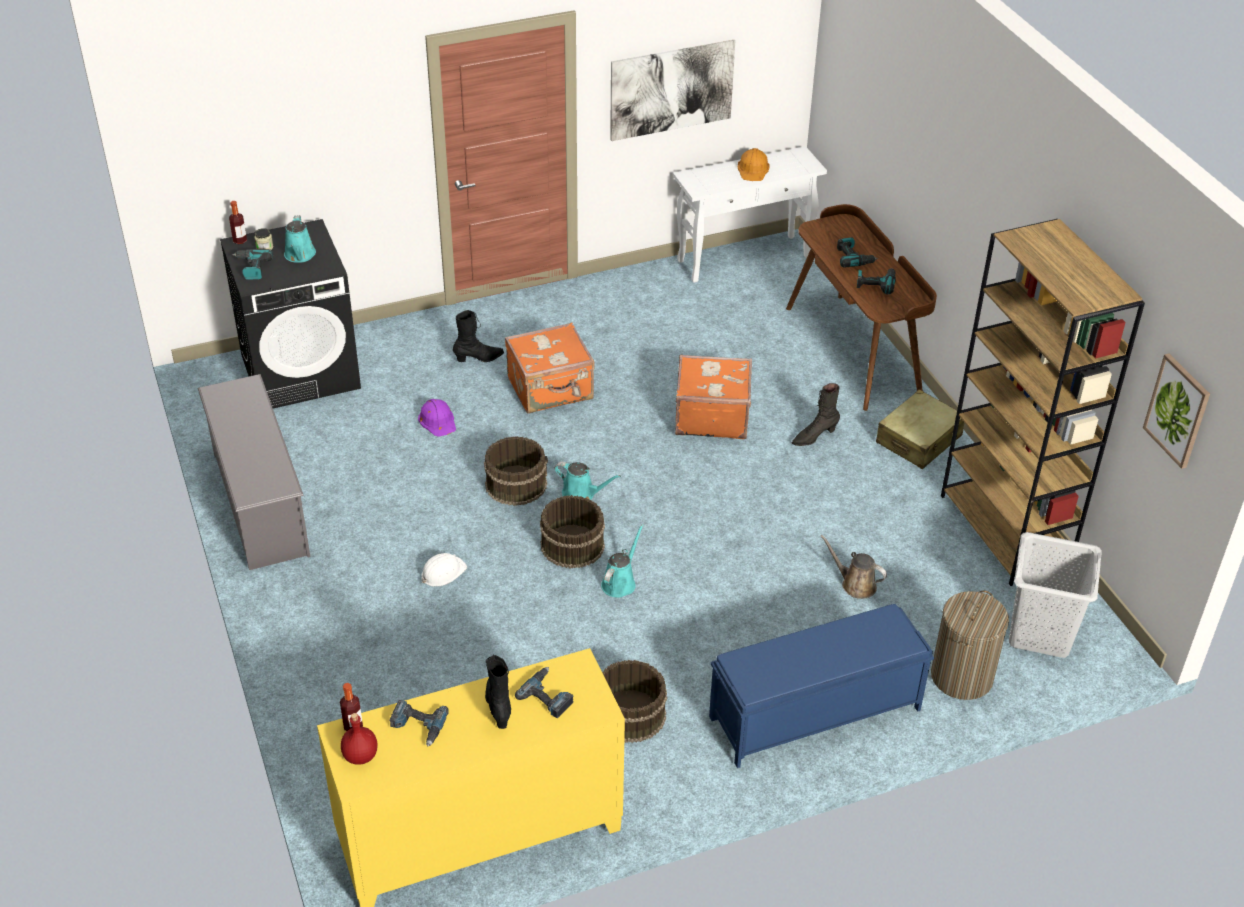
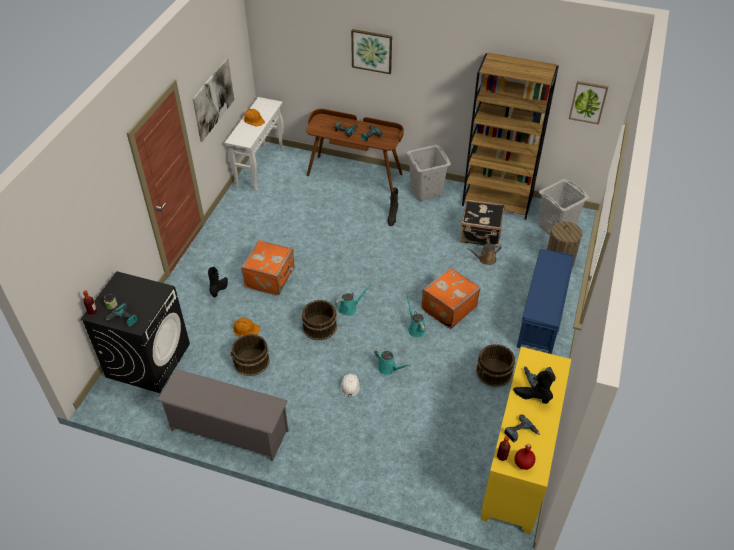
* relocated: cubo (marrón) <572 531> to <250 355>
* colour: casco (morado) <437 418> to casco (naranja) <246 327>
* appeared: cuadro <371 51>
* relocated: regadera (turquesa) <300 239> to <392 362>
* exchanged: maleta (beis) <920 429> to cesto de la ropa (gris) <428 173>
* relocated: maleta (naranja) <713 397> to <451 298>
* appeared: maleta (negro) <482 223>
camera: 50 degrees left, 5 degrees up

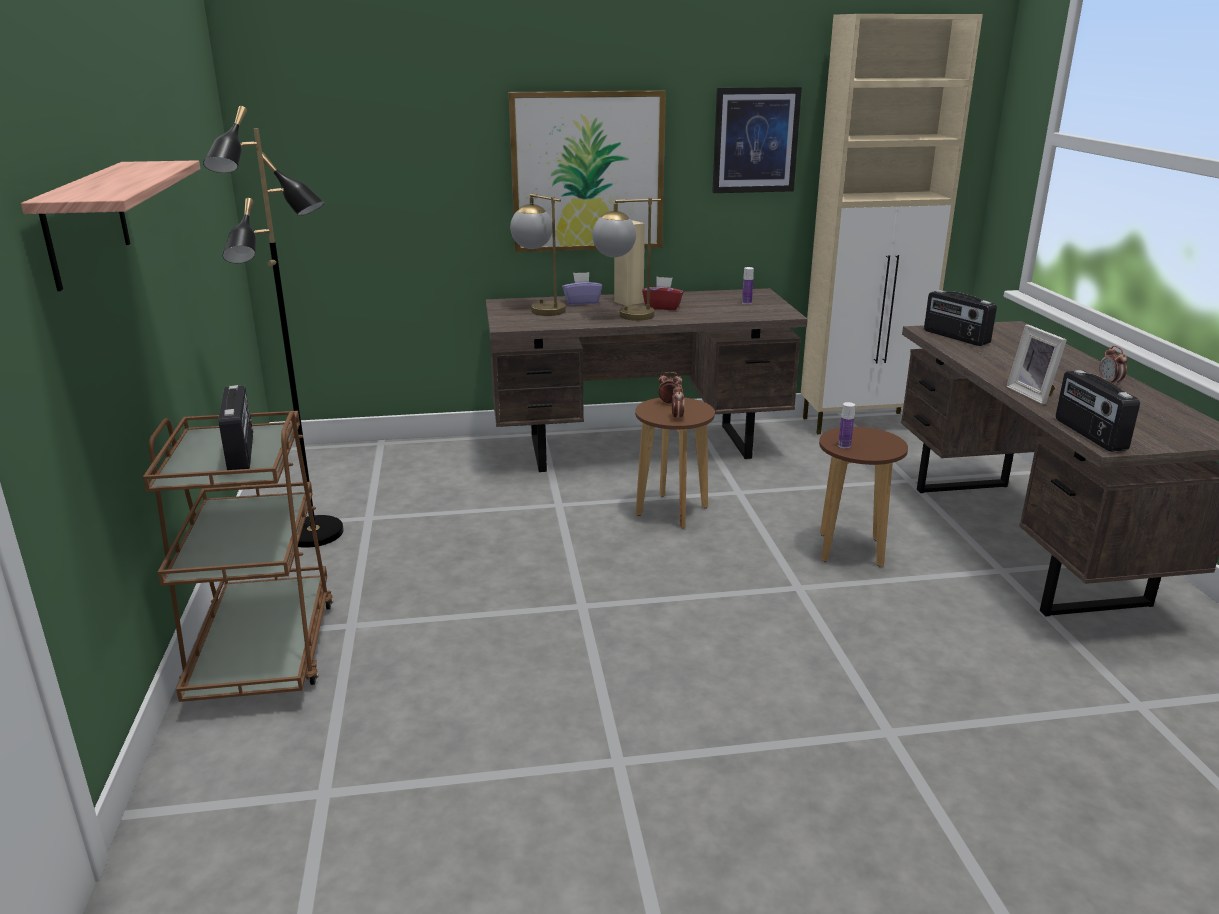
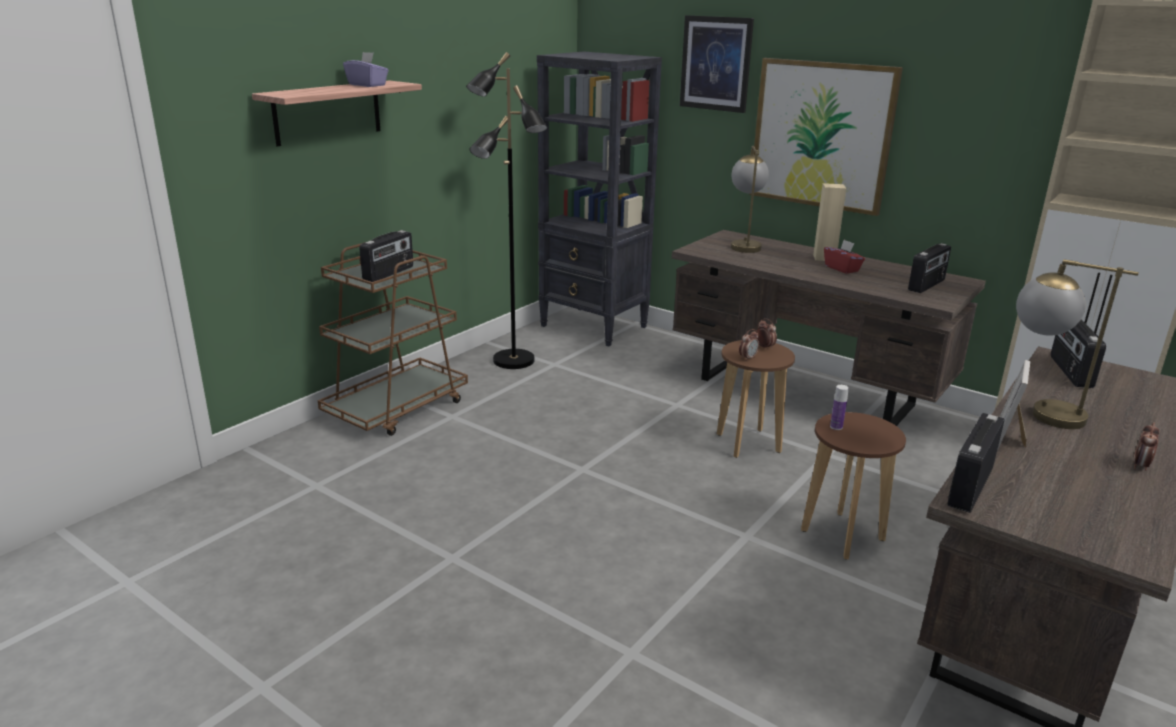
* relocated: caja de pañuelos (morado) <582 288> to <366 69>
* appeared: estantería (negro) <599 199>
* relocated: cuadro <757 140> to <717 64>
* exchanged: botella <748 285> to radio <929 268>
* relocated: lámpara de mesa <626 259> to <1077 344>
camera: 45 degrees right, 0 degrees up

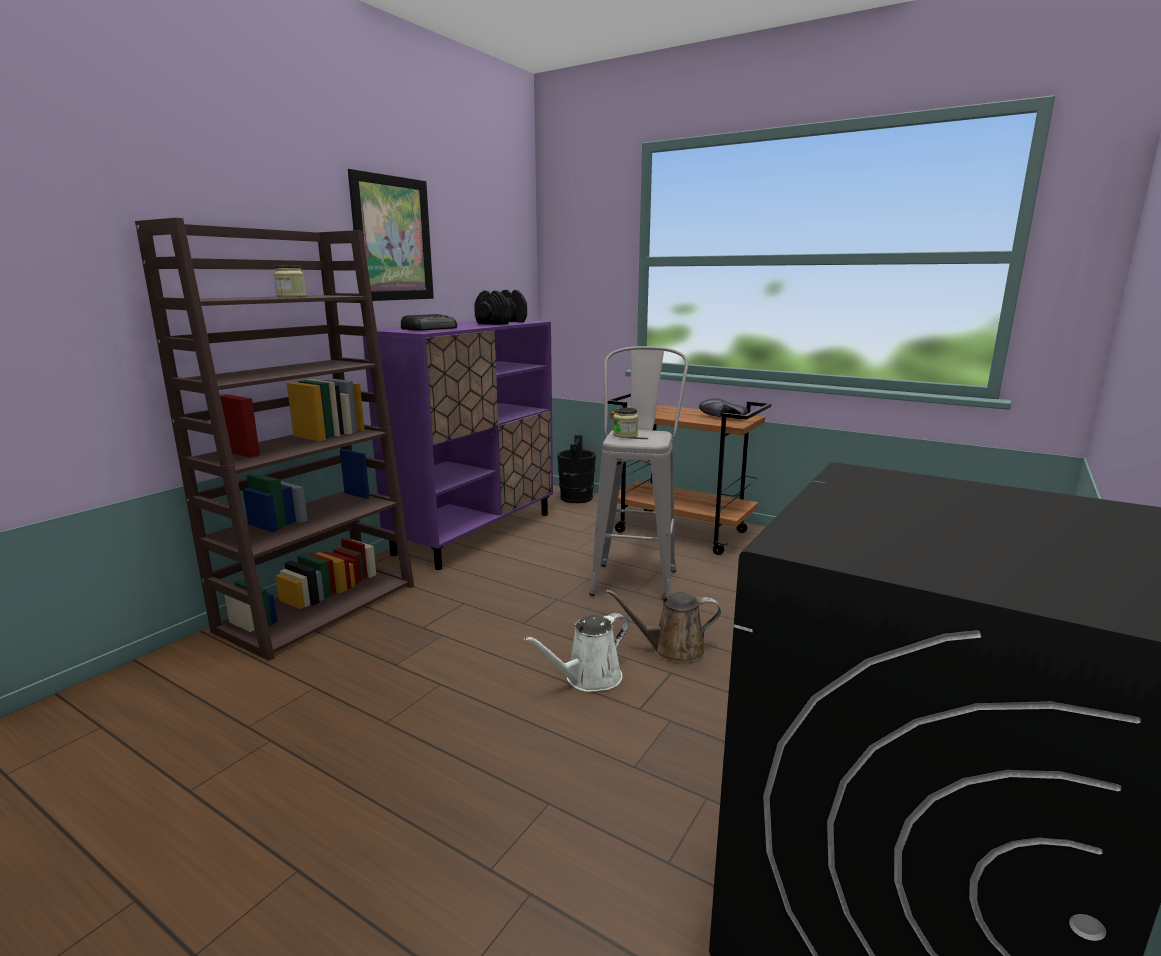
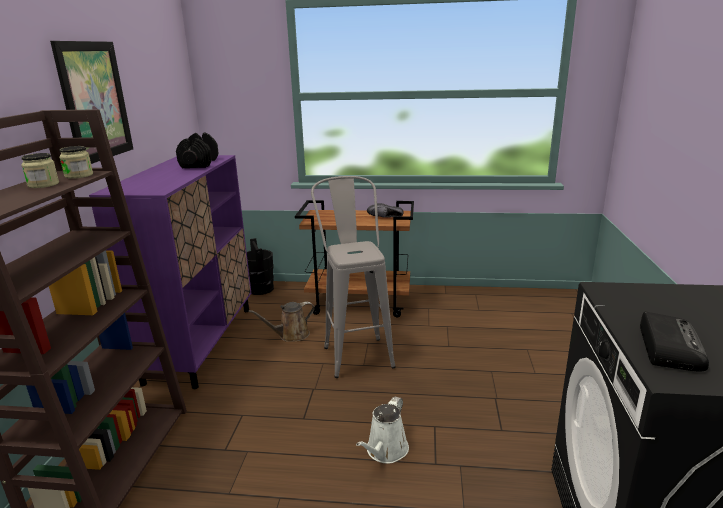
* relocated: tarro <625 422> to <76 162>
* relocated: regadera (marrón) <663 626> to <281 321>
* relocated: radio <429 322> to <674 341>
camera: 25 degrees left, 5 degrees up

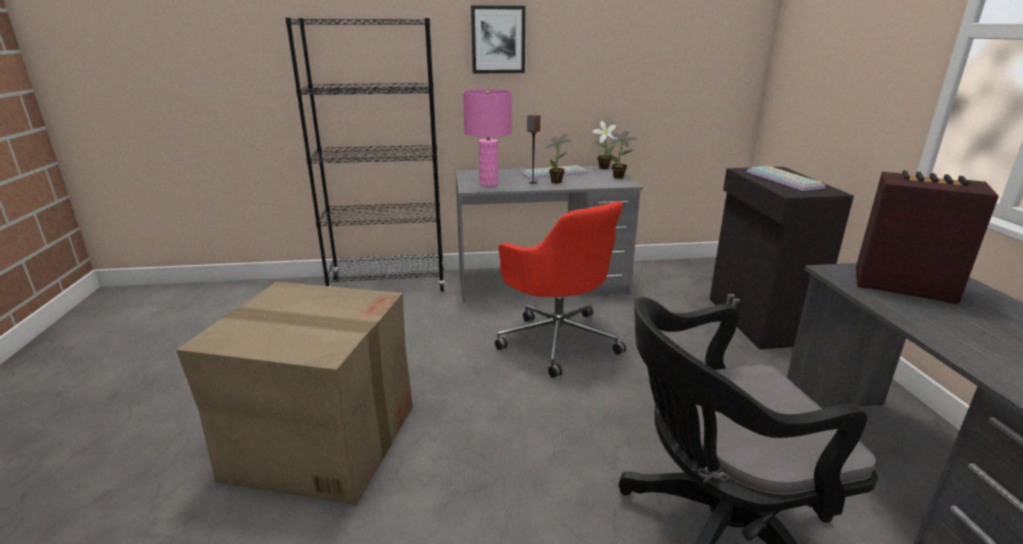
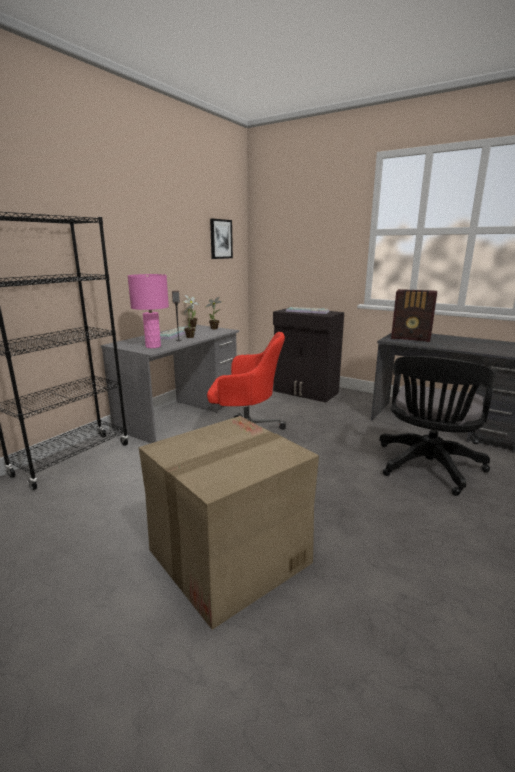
* relocated: cuadro <498 40> to <221 238>
* spun: radio <927 237> = <414 315> 135 degrees counterclockwise
camera: 50 degrees left, 5 degrees down

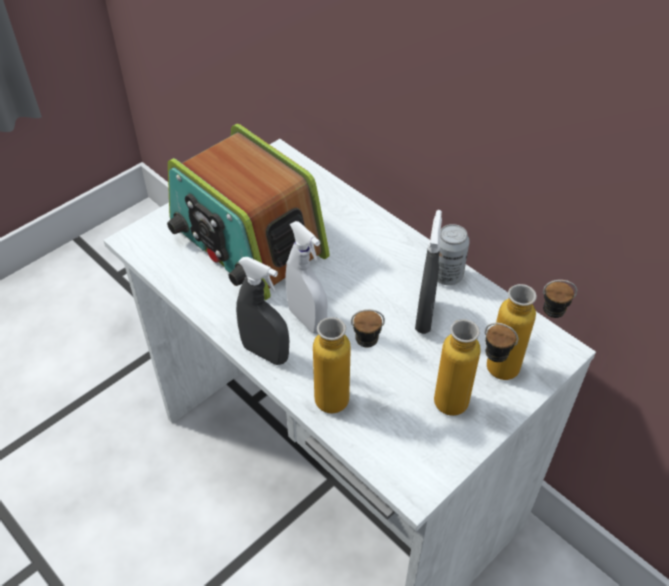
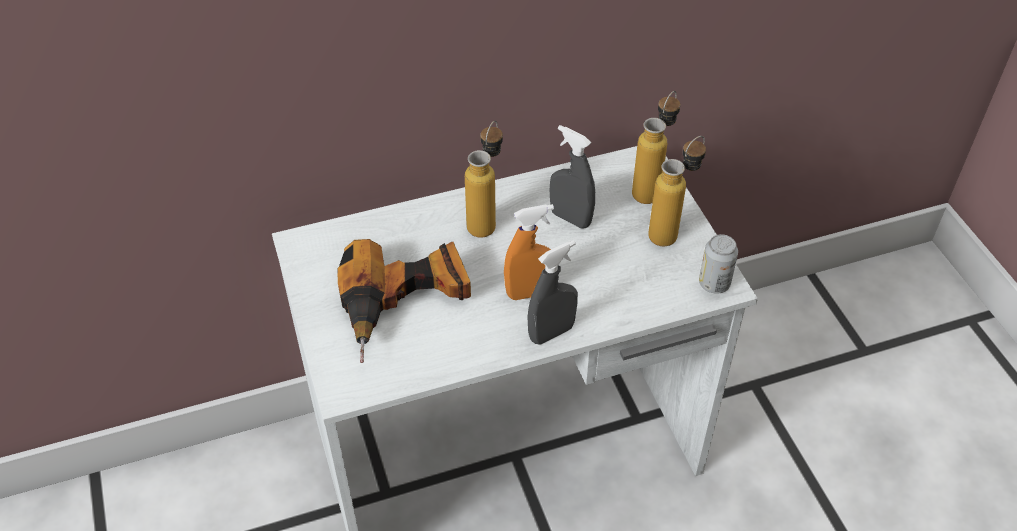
* exchanged: radio <248 211> to taladro <404 301>
* relocated: botella <349 361> to <484 179>
* colour: pulverizador (blanco) <306 277> to pulverizador (naranja) <529 252>
* relocated: lata <453 254> to <718 264>
camera: 65 degrees left, 0 degrees up

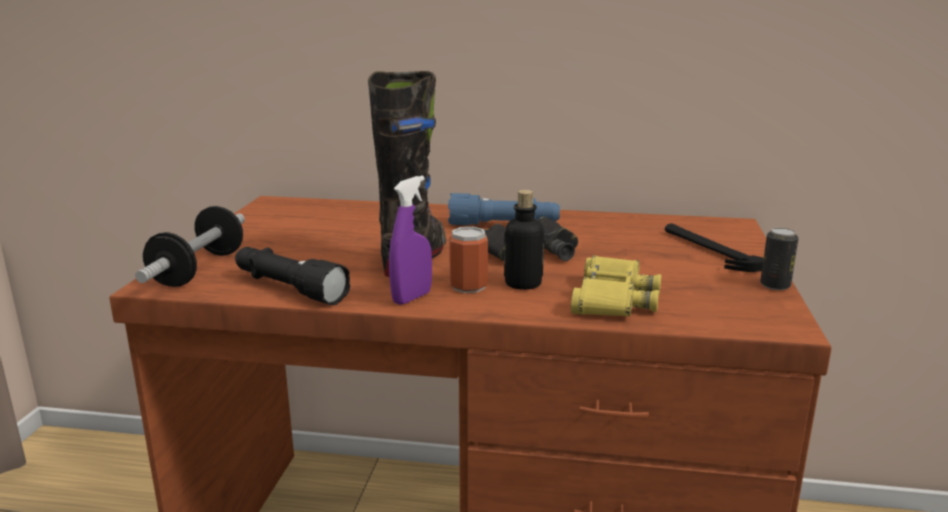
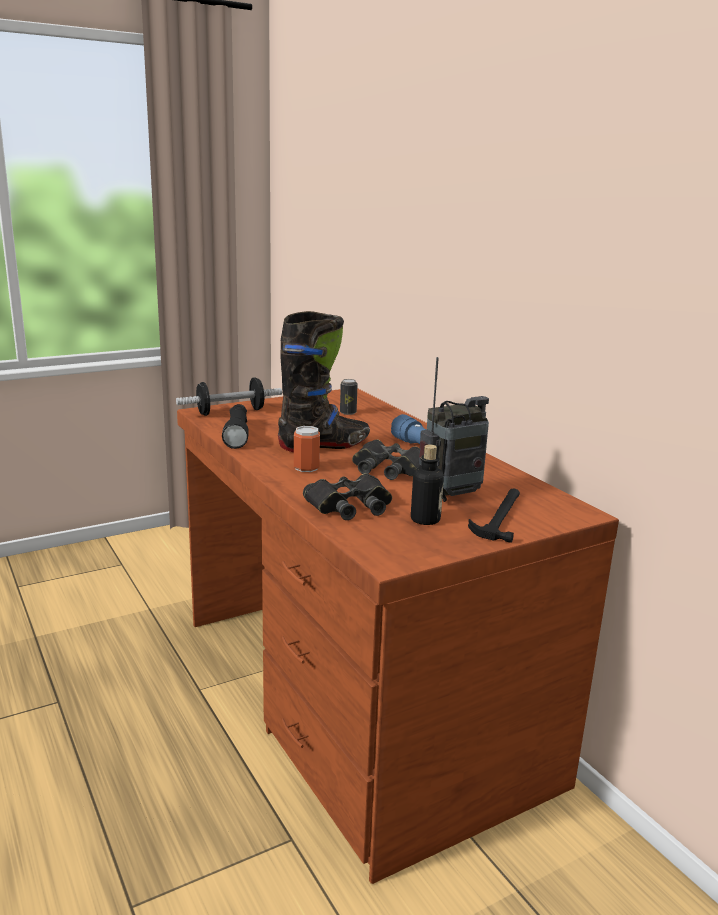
* colour: prismáticos (amarillo) <616 286> to prismáticos (negro) <347 496>
* relocated: lata <779 259> to <349 397>
* relocated: botella <524 240> to <427 485>
* appeared: radio <454 429>
* missing: pulverizador (morado) <410 240>
camera: 50 degrees right, 0 degrees up

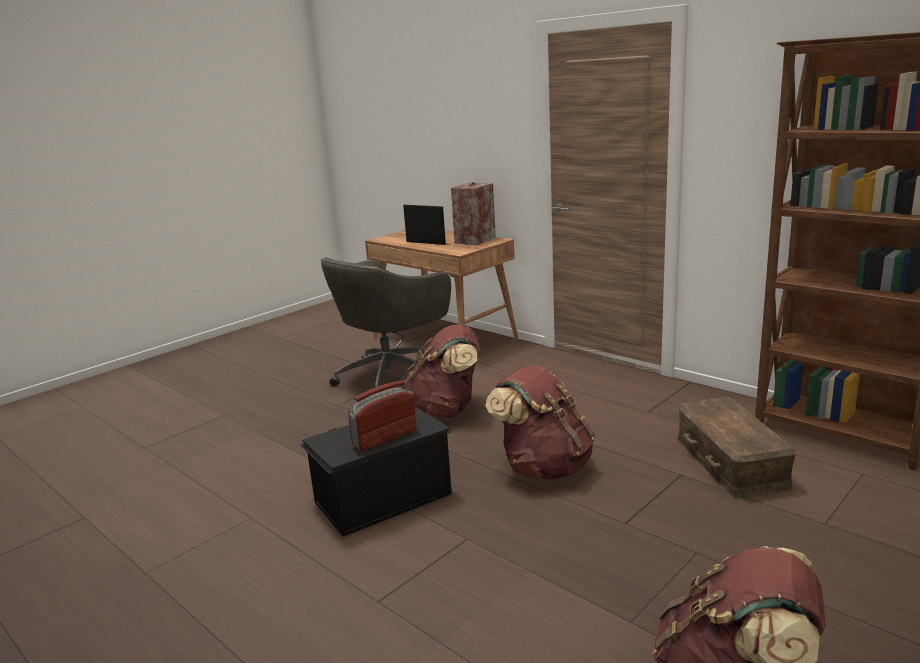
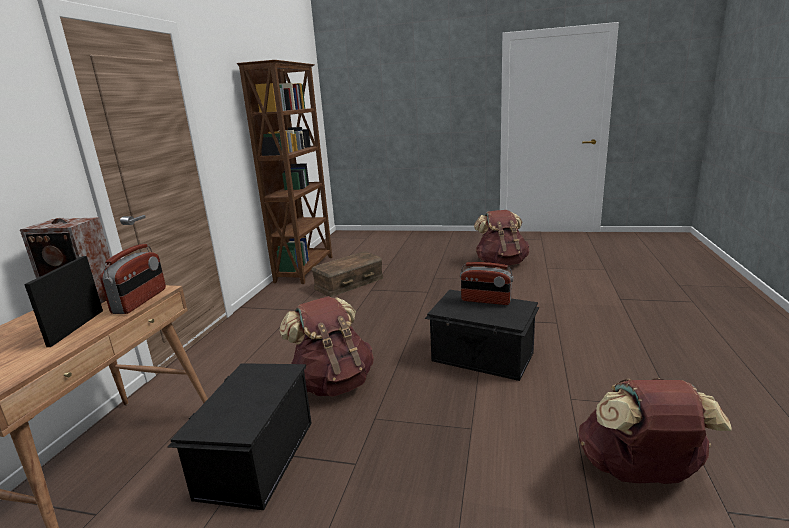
* appeared: radio <133 279>
* exchanged: silla de oficina (gris) <385 322> to caja de almacenaje (negro) <240 436>
* relocated: mochila (marrón) <540 422> to <655 431>
camera: 120 degrees left, 0 degrees up

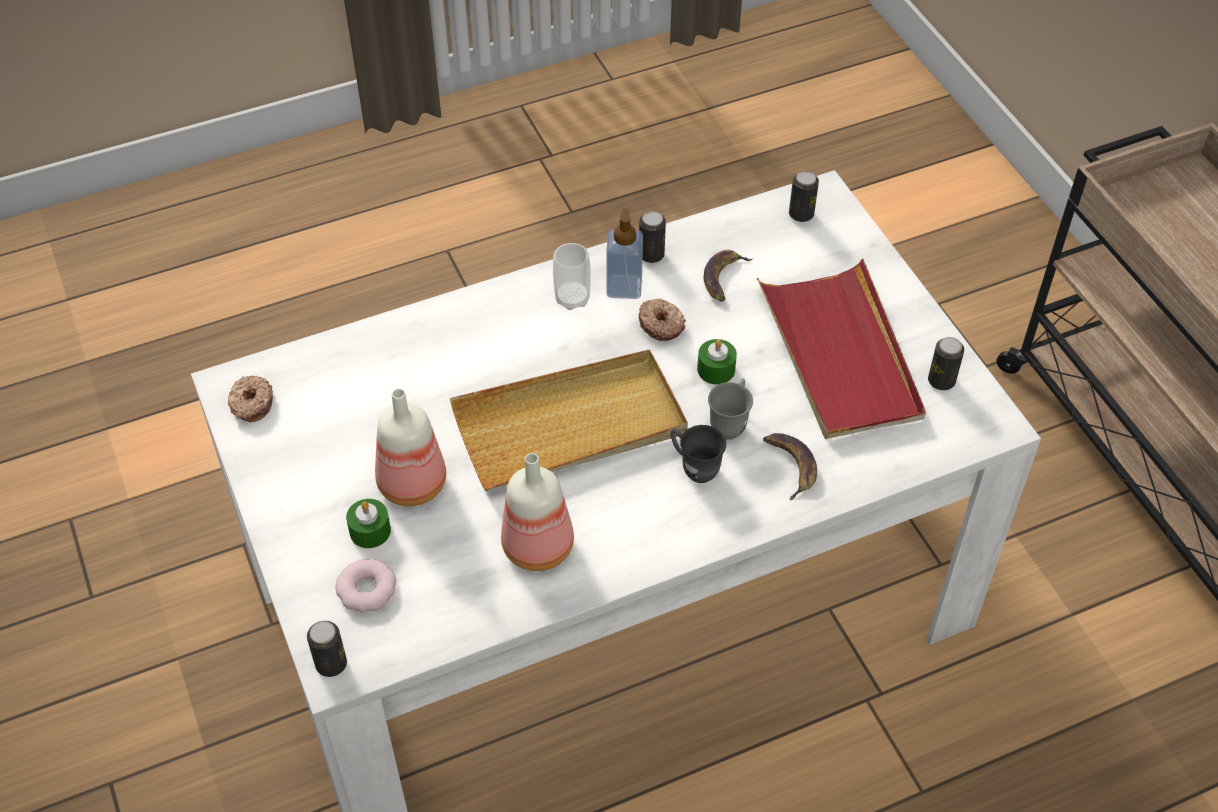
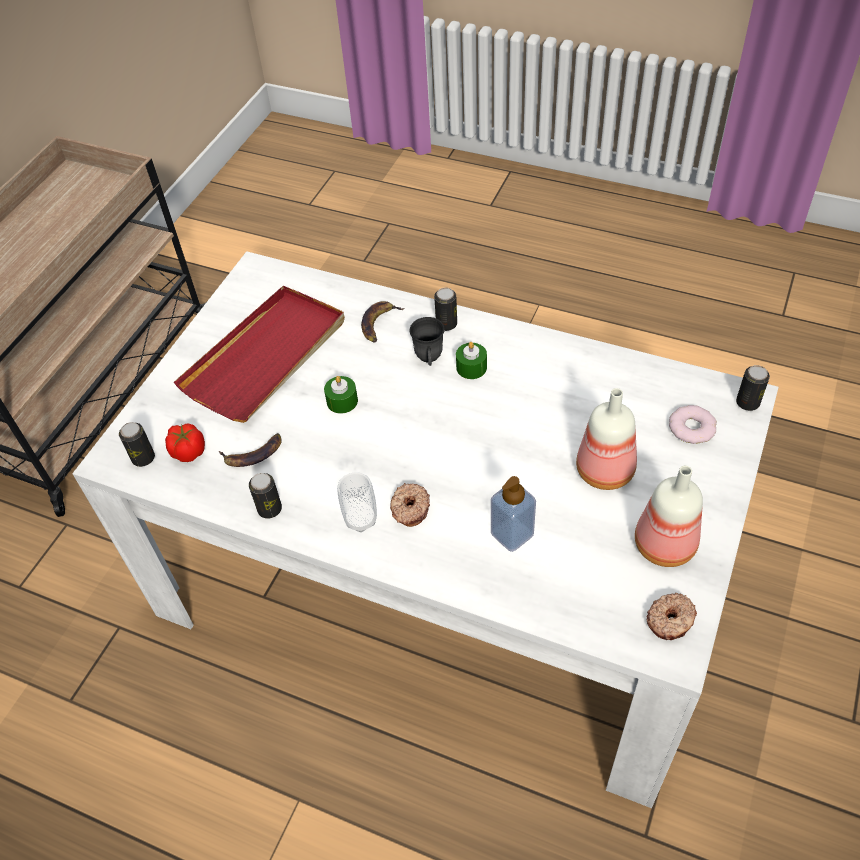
* appeared: tomate <185 442>
* relocated: rosquilla <662 320> to <410 505>
* relocated: lata <946 363> to <445 309>
* relocated: vela (verde) <368 523> to <471 360>
* relocated: dispensador de jabón <624 253> to <513 514>
* relocated: botella <537 512> to <669 516>
* missing: bandeja (beis) <569 420>
* missing: taza grande (gris) <730 409>
camera: 130 degrees left, 0 degrees up

